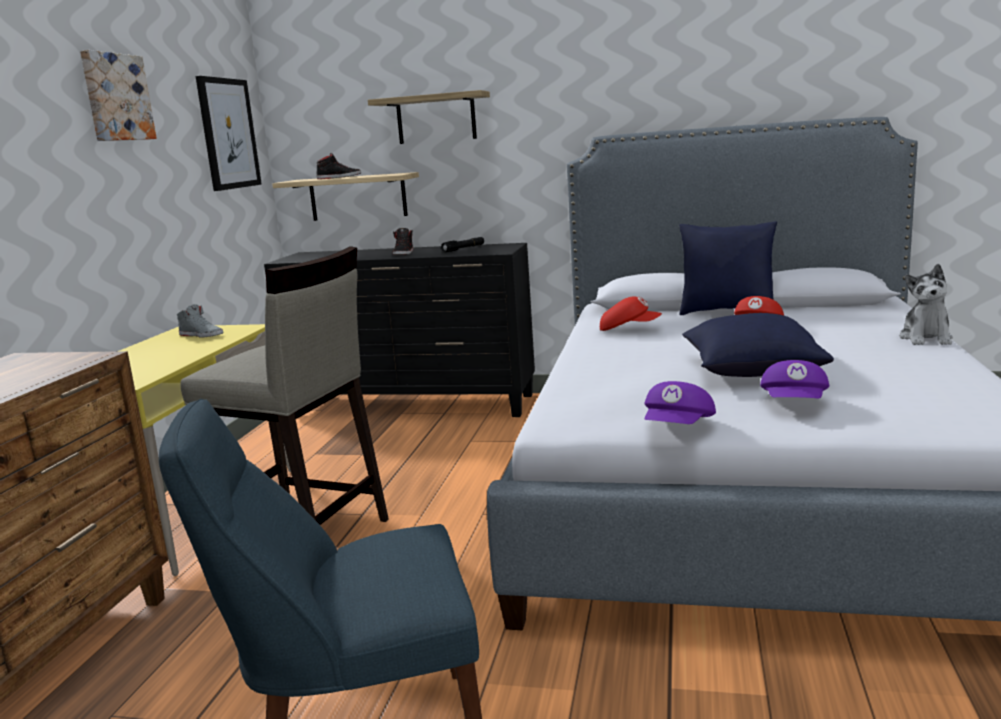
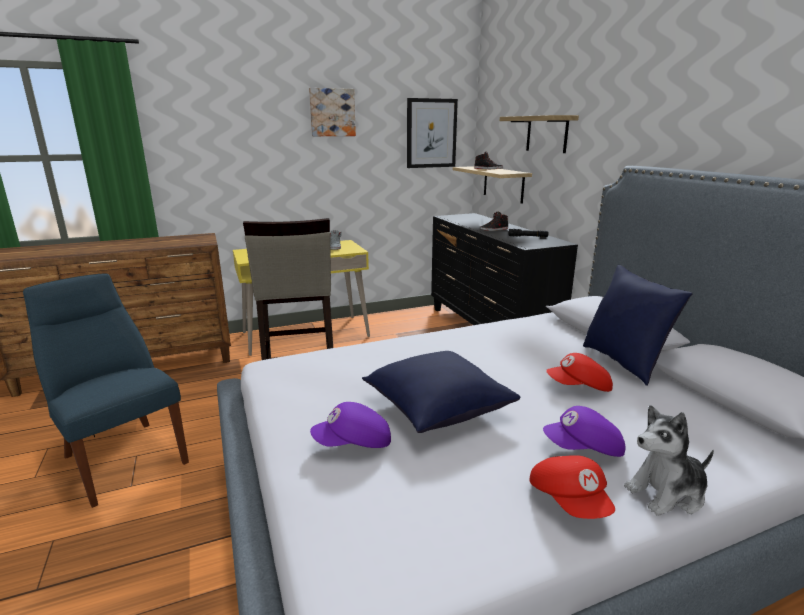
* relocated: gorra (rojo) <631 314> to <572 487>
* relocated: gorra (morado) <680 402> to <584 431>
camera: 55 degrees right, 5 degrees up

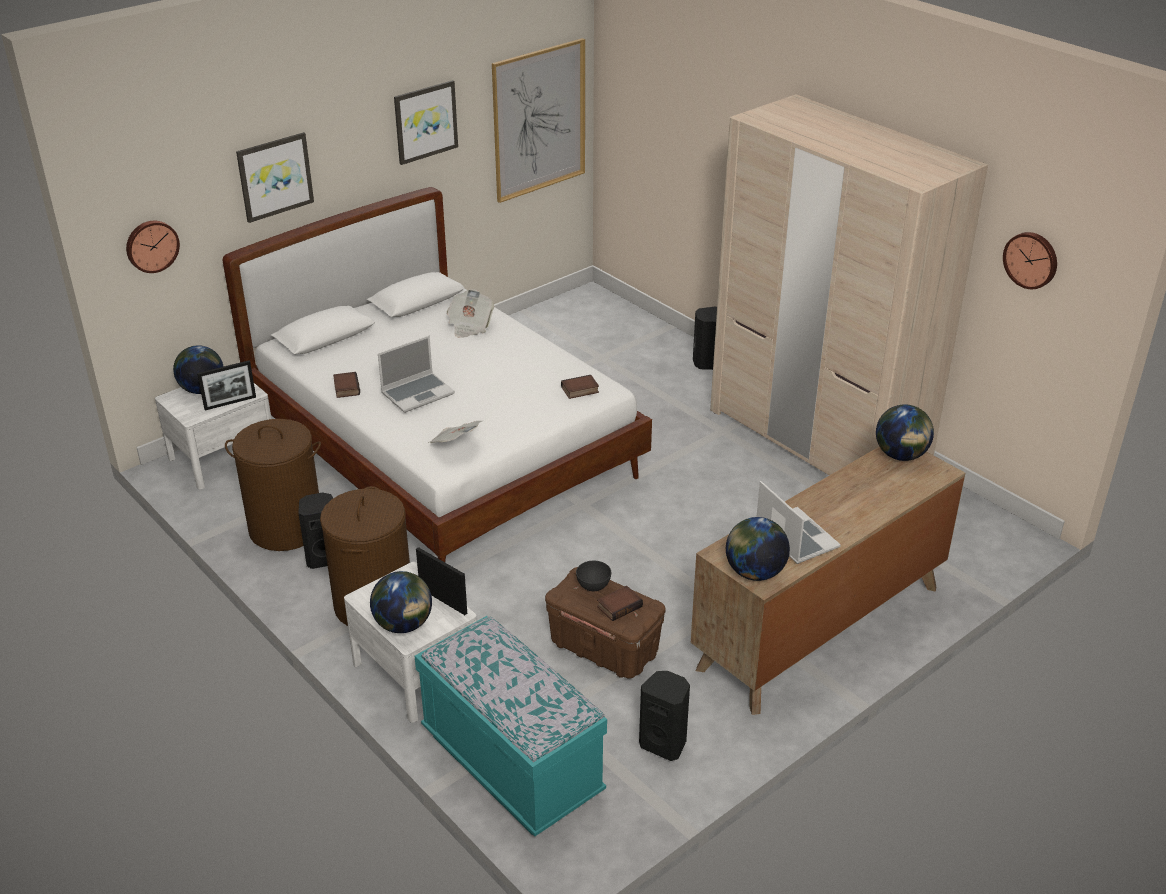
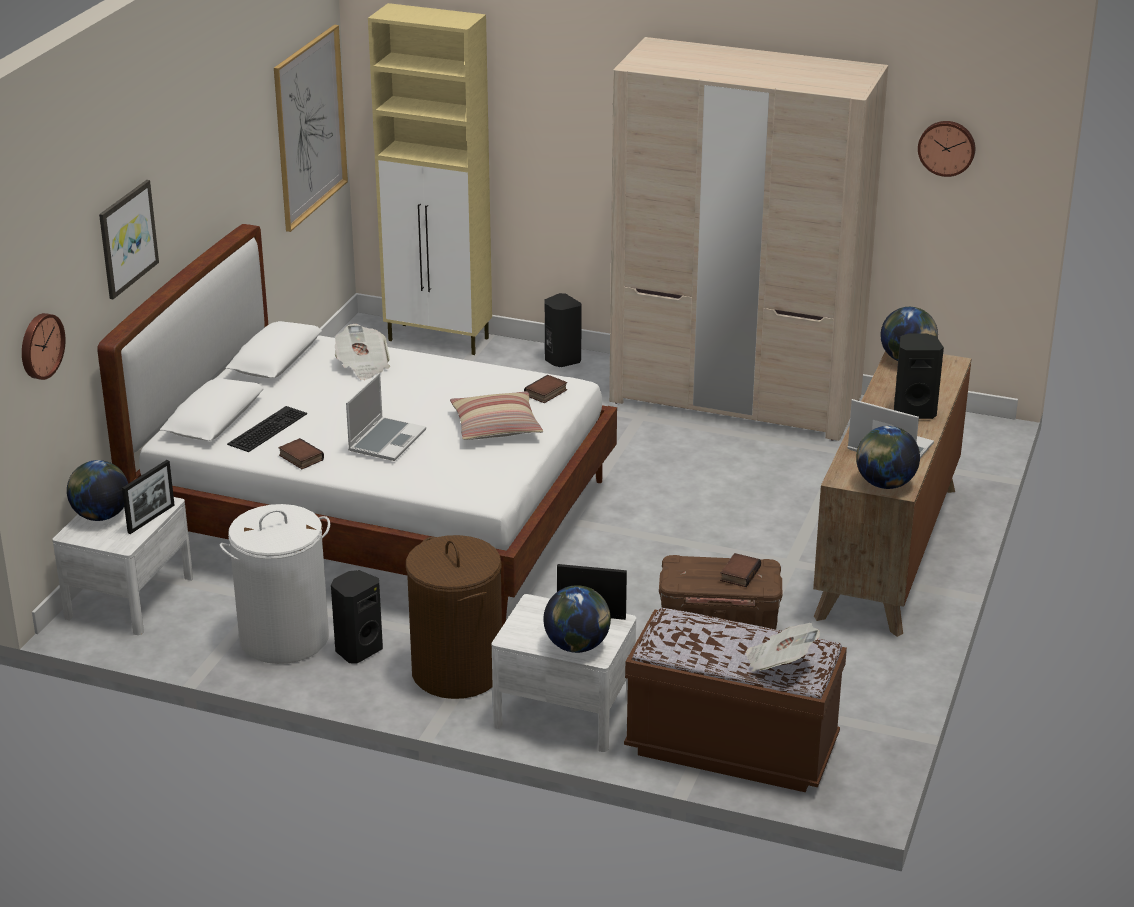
* colour: cesto de la ropa (marrón) <273 485> to cesto de la ropa (blanco) <275 584>
* appeared: teclado <267 429>
* appeared: armario (beis) <430 179>
* appeared: cojín <496 415>
* colour: banco (turquesa) <511 726> to banco (marrón) <735 700>
* relocated: periódico <455 432> to <783 647>
* relocated: altavoz (negro) <664 716> to <919 376>
* missing: cuadro <426 122>
* missing: cuenco (gris) <593 576>
camera: 30 degrees left, 5 degrees down

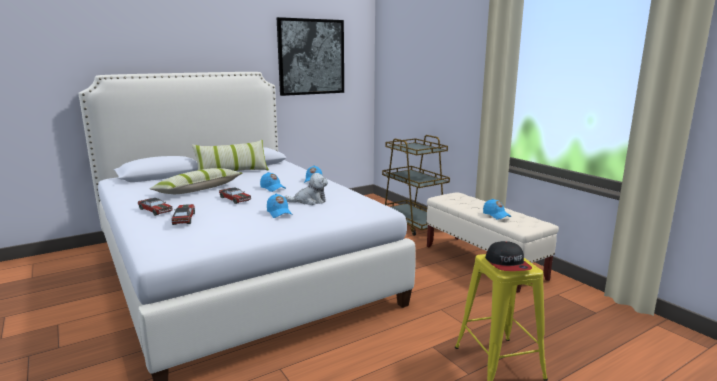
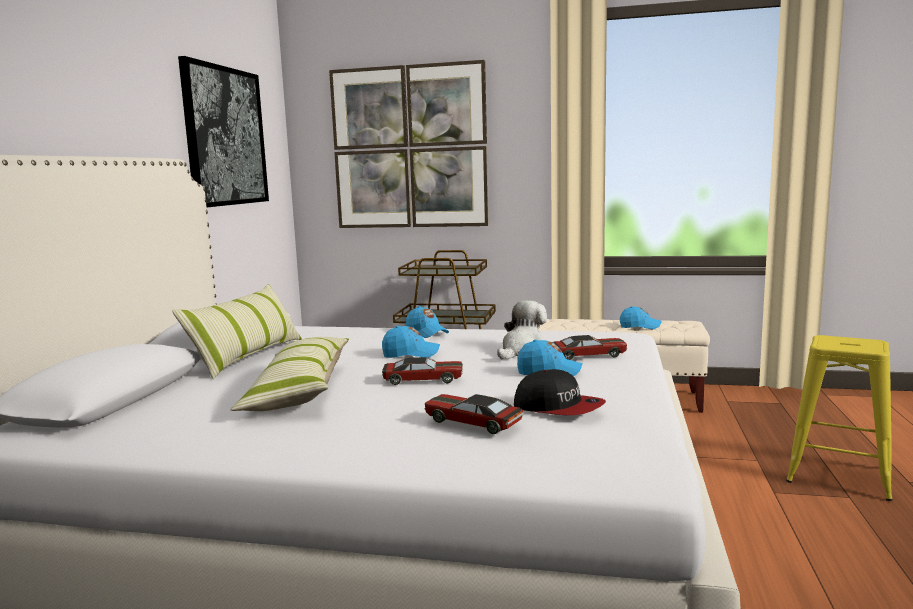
* appeared: cuadro <409 144>
* relocated: gorra <508 256> to <560 392>
* relocated: coche de juguete <155 207> to <590 347>
camera: 45 degrees left, 5 degrees down

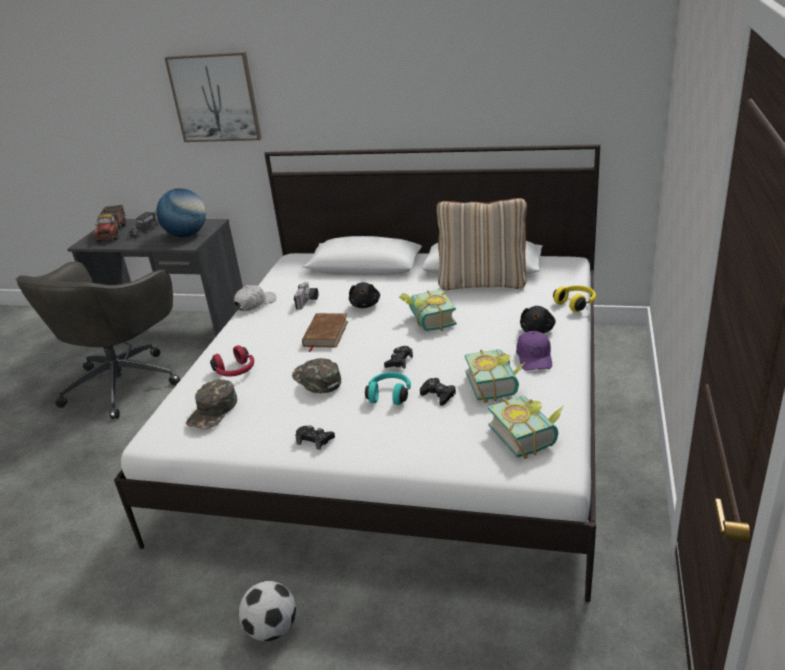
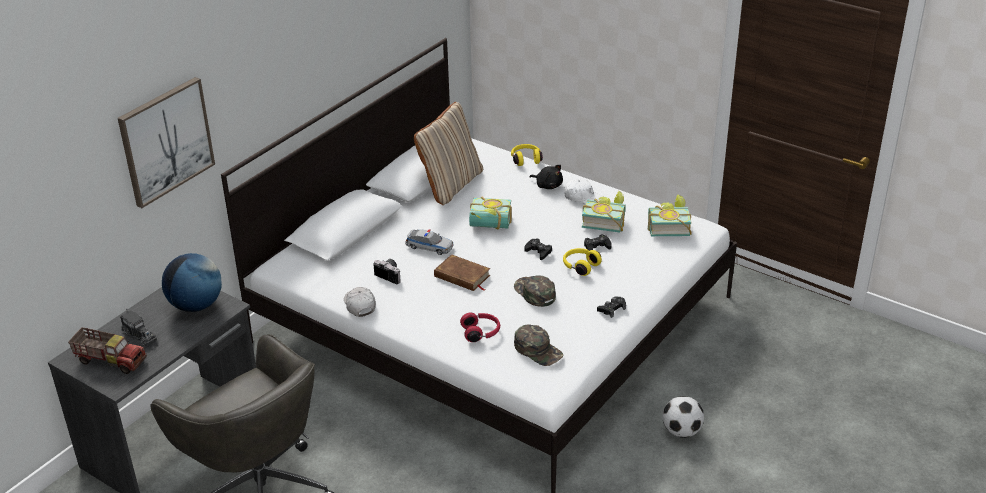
* exchanged: peluche (negro) <364 295> to coche de juguete <429 242>
* spun: gorra (verde) <316 375> = <535 291> 75 degrees clockwise
* colour: auriculares (turquesa) <388 388> to auriculares (amarillo) <582 262>
* colour: gorra (morado) <534 351> to gorra (blanco) <583 191>
camera: 70 degrees left, 5 degrees up

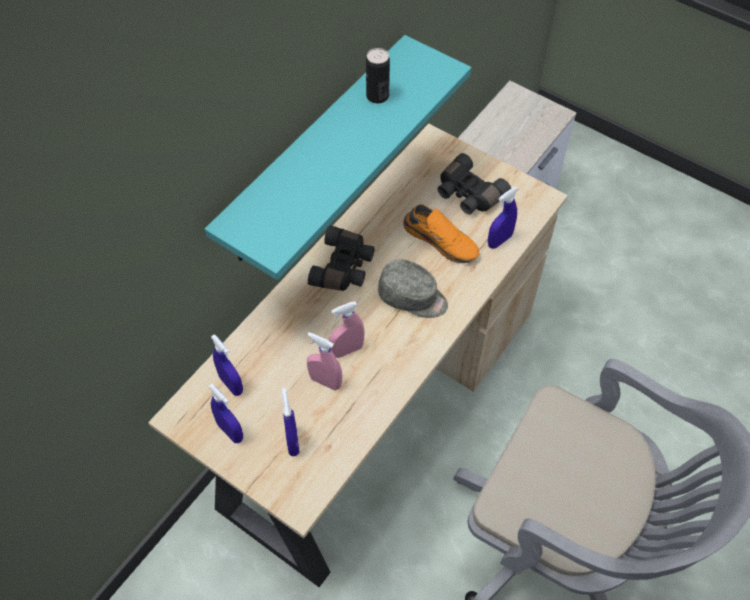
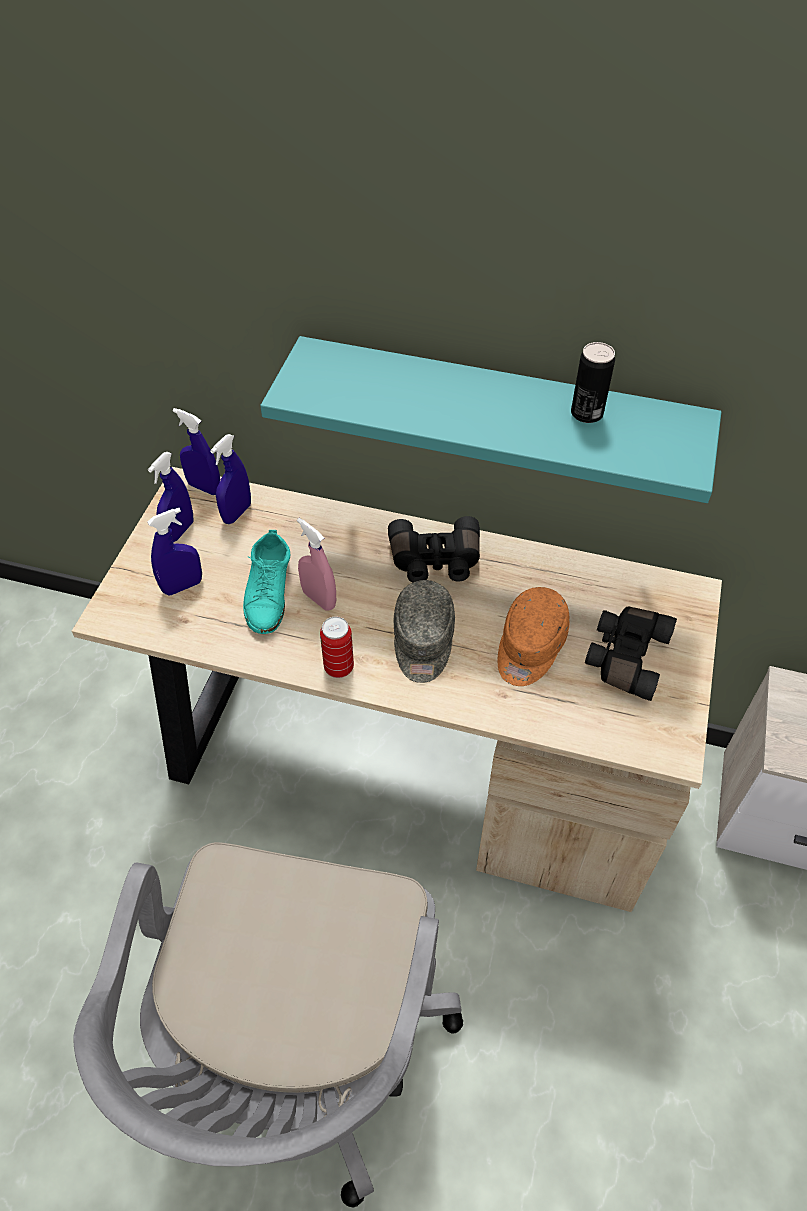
* relocated: pulverizador (azul) <503 218> to <196 451>
* exchanged: pulverizador (rosa) <324 361> to zapato (turquesa) <266 582>
* appeared: lata <337 647>
* exchanged: zapato (naranja) <441 233> to gorra (naranja) <533 636>
camera: 70 degrees right, 5 degrees down

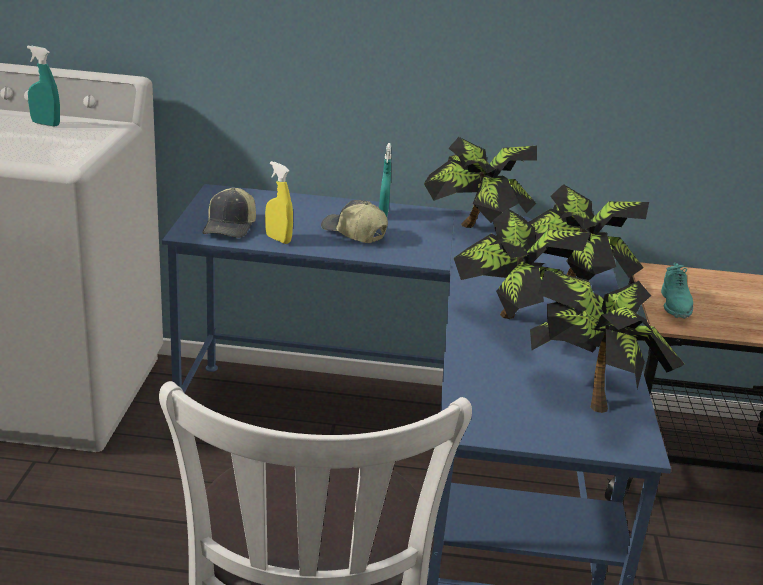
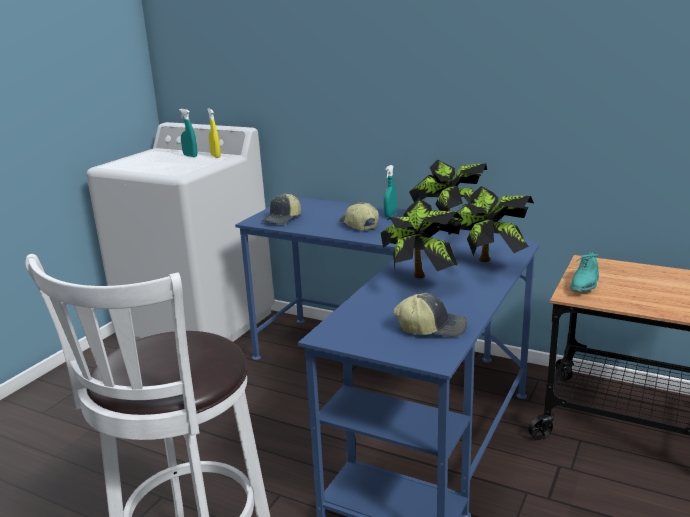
* relocated: pulverizador (amarillo) <279 202> to <214 133>
* exchanged: planta en maceta <607 341> to gorra <431 315>
camera: 25 degrees right, 5 degrees down

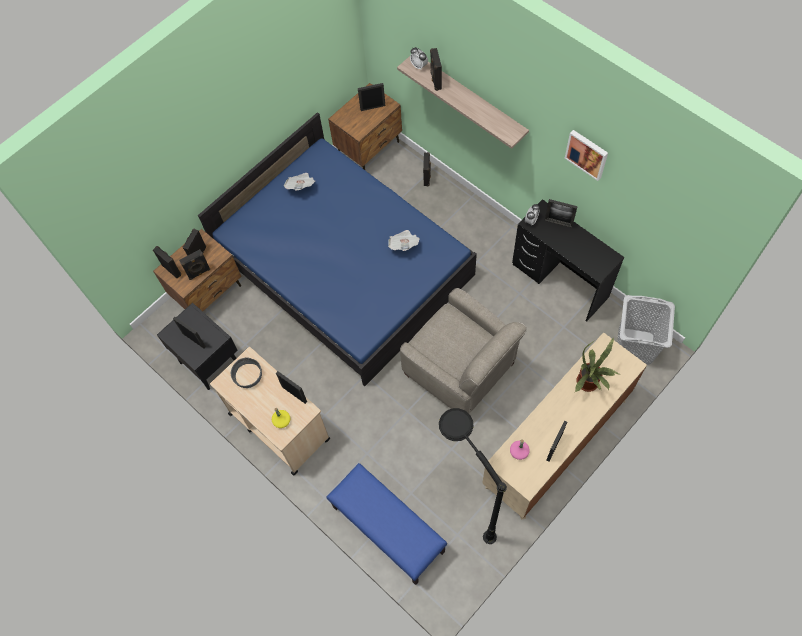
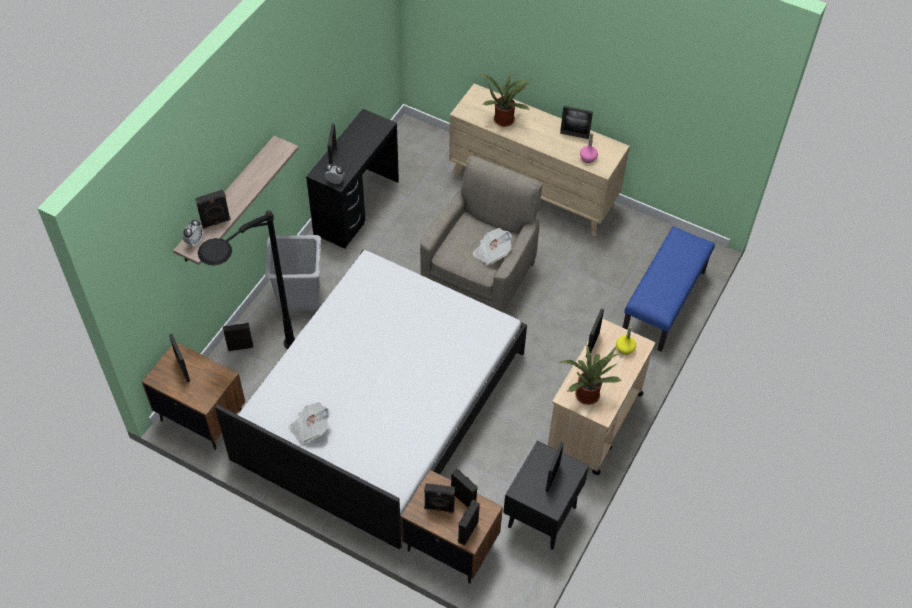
* relocated: lámpara de pie (negro) <473 476> to <247 279>
* colour: cama (azul) <337 249> to cama (blanco) <371 400>
* relocated: cesto de la ropa (gris) <646 330> to <293 273>
* relocated: periódico <404 240> to <492 246>
* exchanged: cuenco (gris) <246 372> to planta en maceta <590 374>
* missing: cuadro <586 155>
camera: 110 degrees left, 10 degrees down

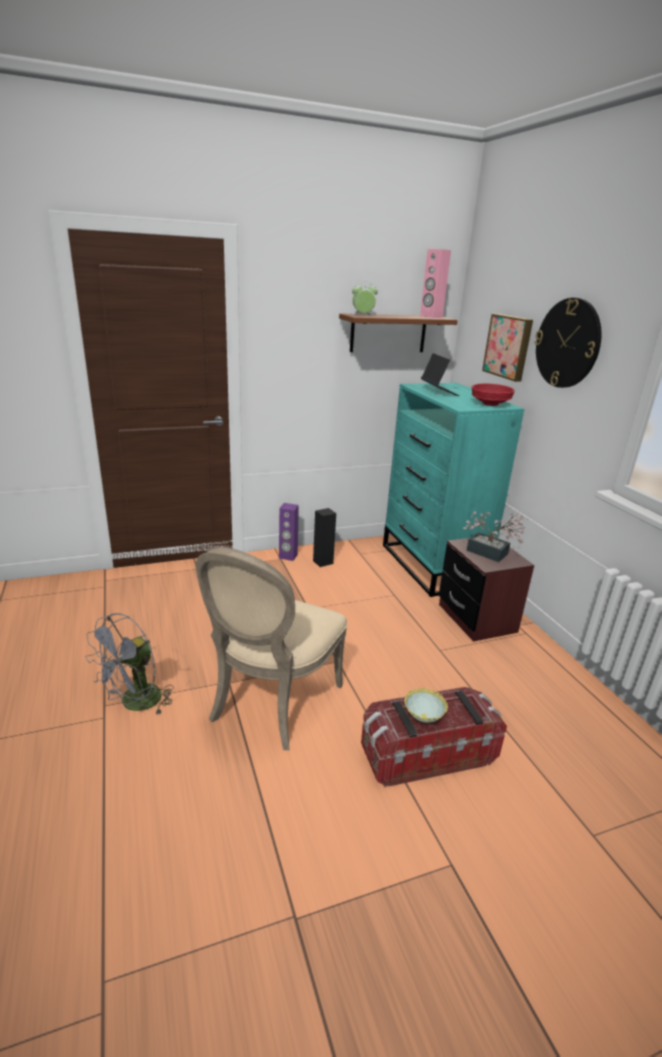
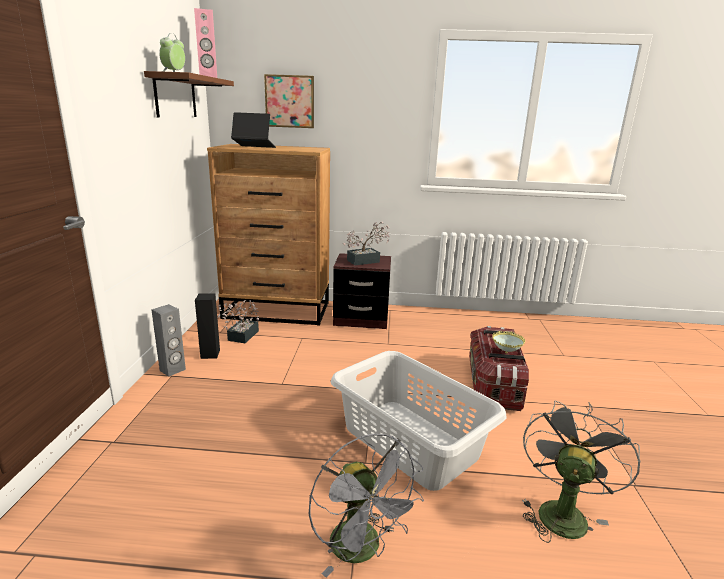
* colour: altavoz (morado) <289 532> to altavoz (gris) <168 340>
* colour: cómoda (turquesa) <453 490> to cómoda (marrón) <268 235>
* appeared: planta en maceta <238 321>
* exchanged: silla (beis) <272 648> to cesto de la ropa (gris) <419 421>
* appeared: ventilador (gris) <581 472>
* missing: cuenco (rojo) <493 394>
* missing: reloj de pared <568 343>
camera: 65 degrees left, 5 degrees down

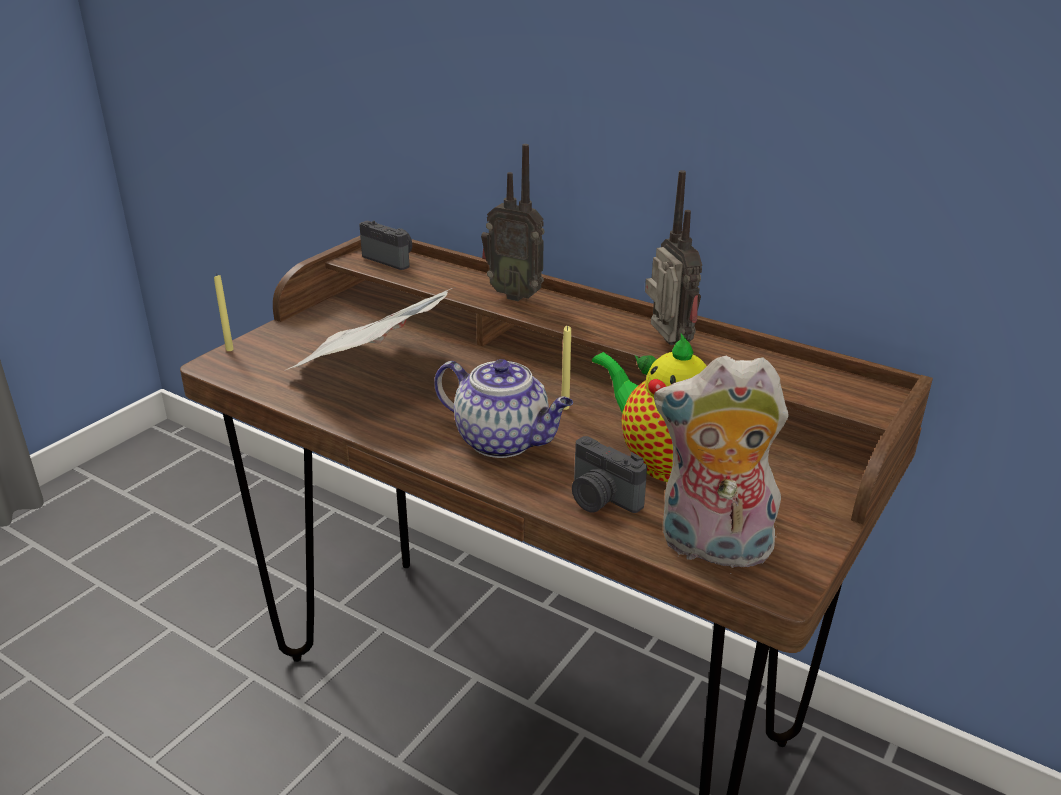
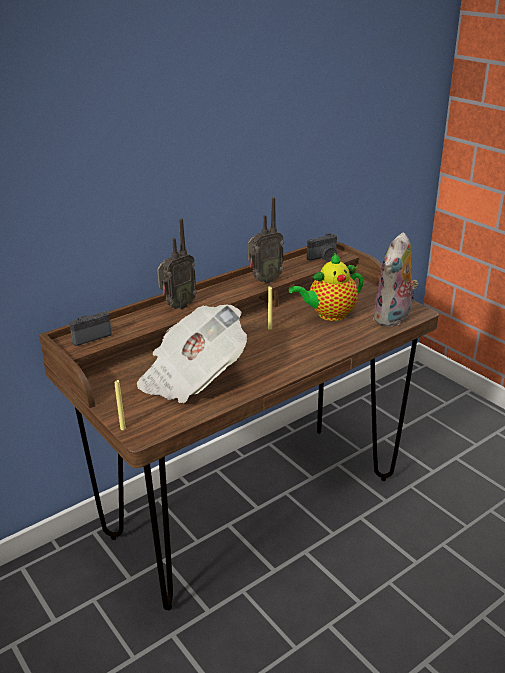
* spun: radio <673 257> = <266 240> 150 degrees clockwise
* relocated: cámara <609 474> to <322 247>
* missing: tetera <503 408>
camera: 70 degrees left, 0 degrees up

